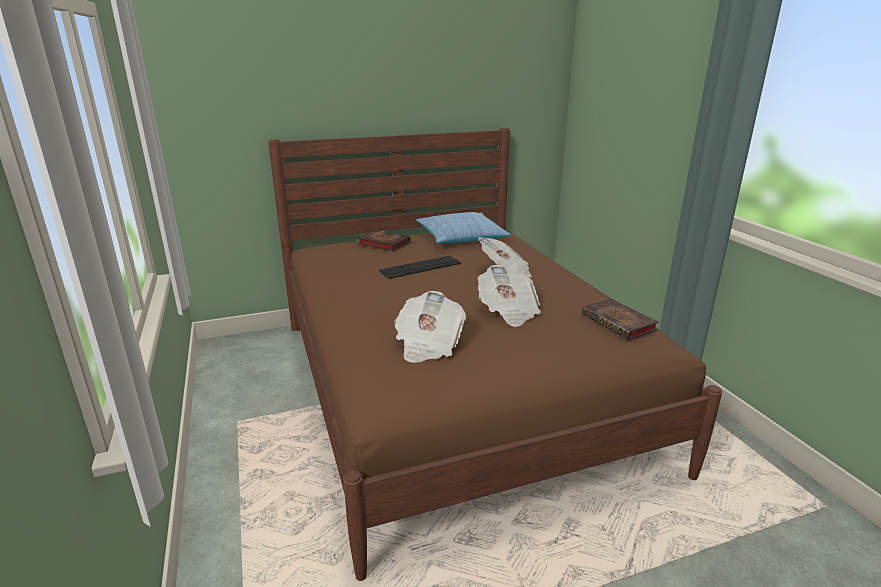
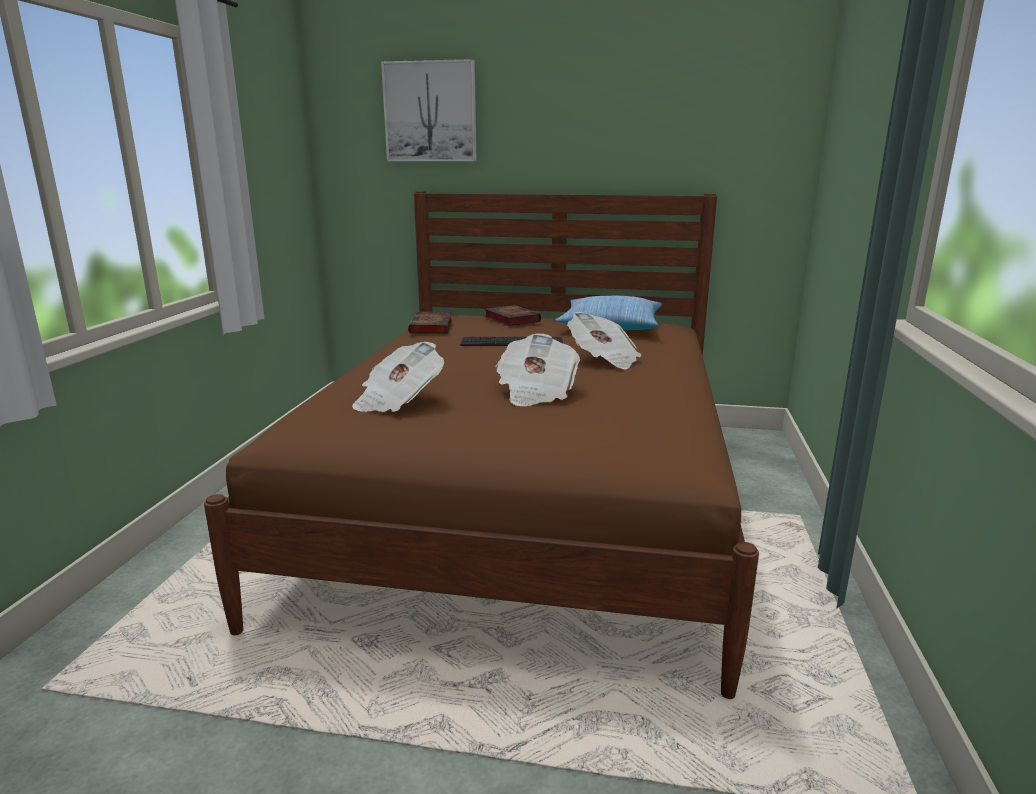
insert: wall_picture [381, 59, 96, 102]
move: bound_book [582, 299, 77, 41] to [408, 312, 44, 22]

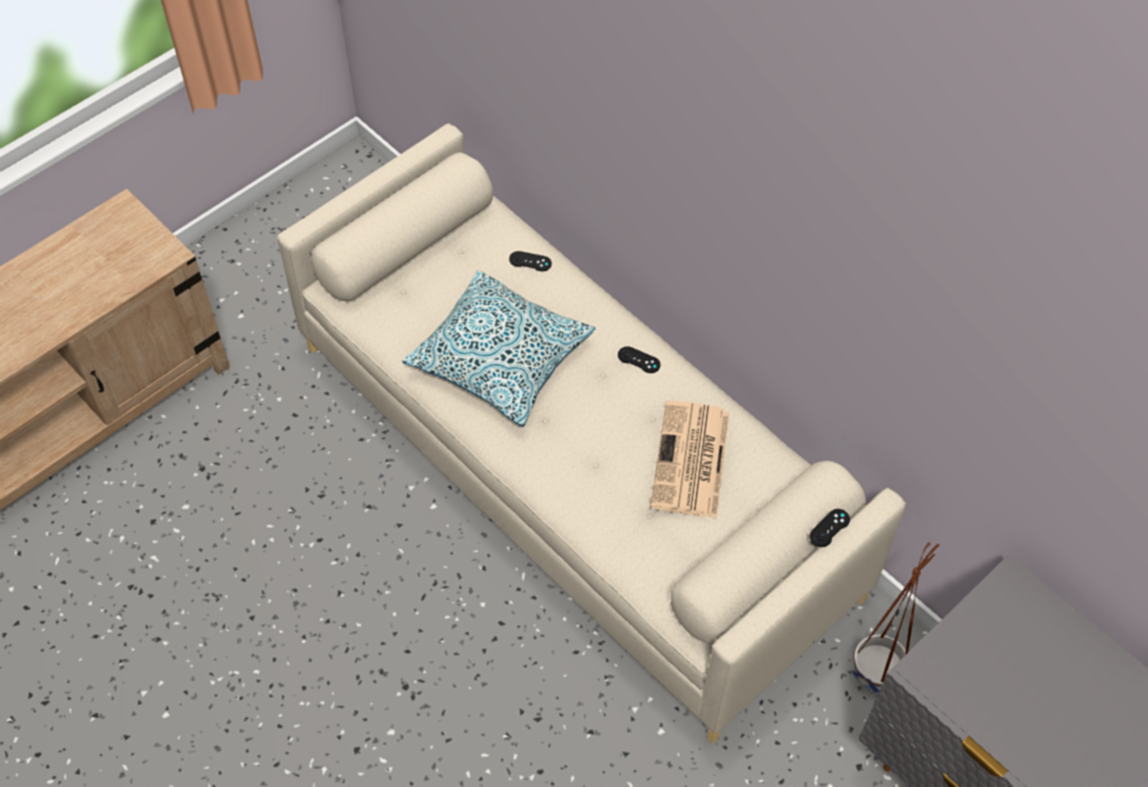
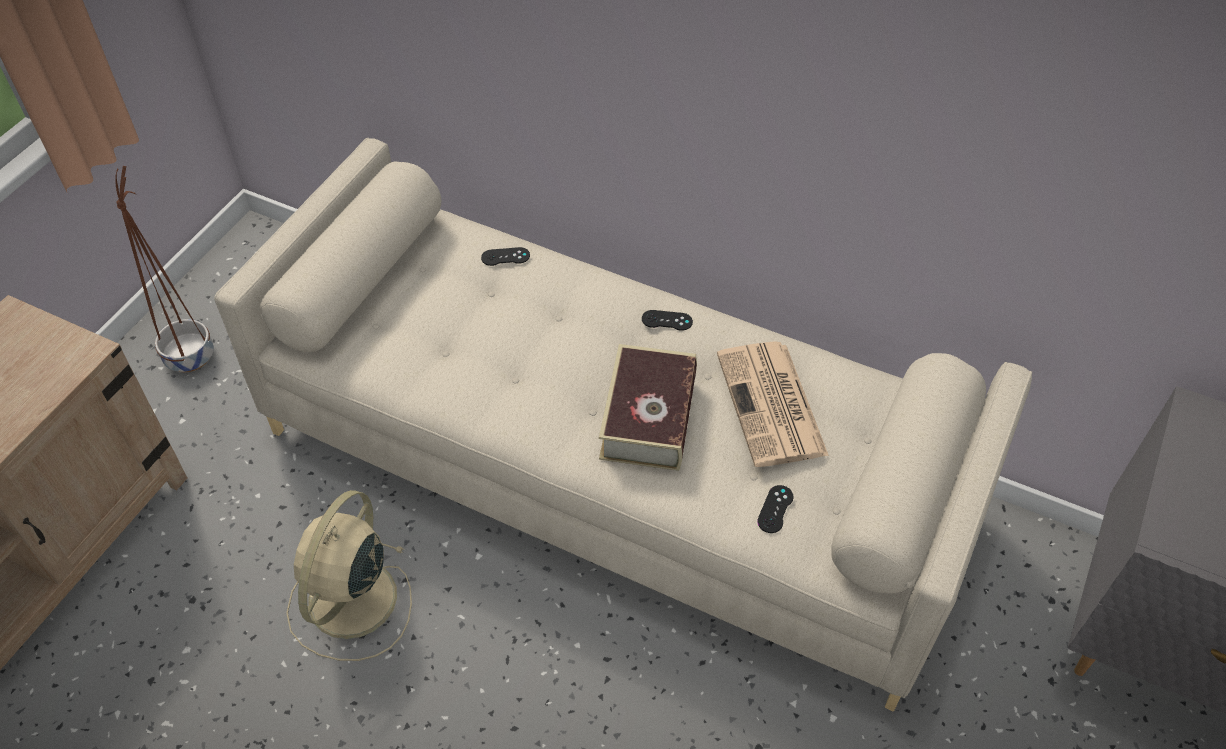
delete: cushion [402, 270, 194, 156]
insert: beige_cooling_fan [286, 490, 126, 171]; bound_book [599, 344, 98, 127]
move: brown_planter [851, 543, 89, 150] to [115, 166, 99, 206]; black-coloured_gamepad [810, 509, 40, 38] to [757, 485, 37, 48]

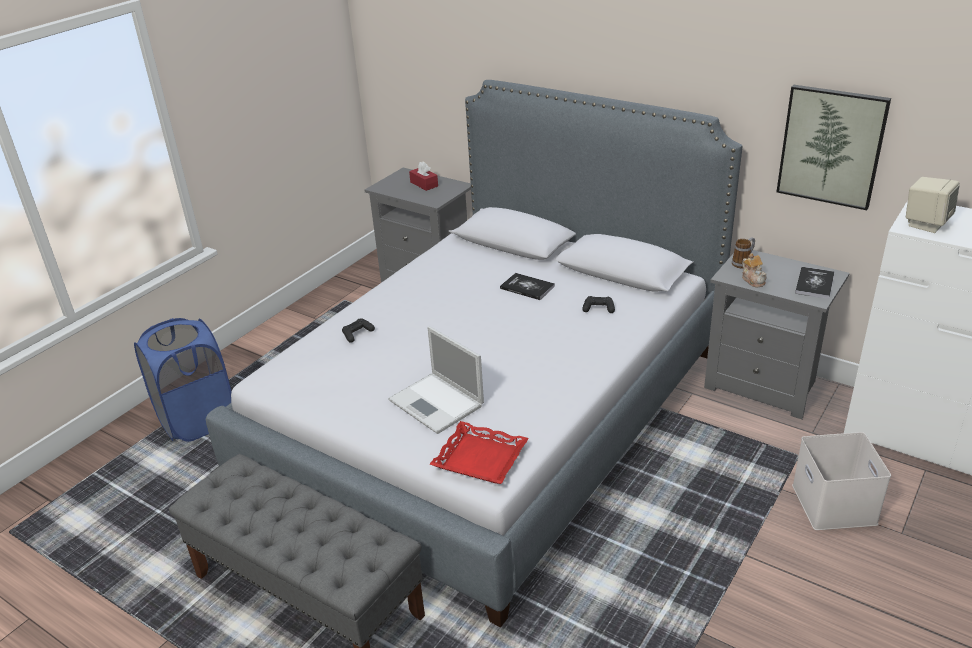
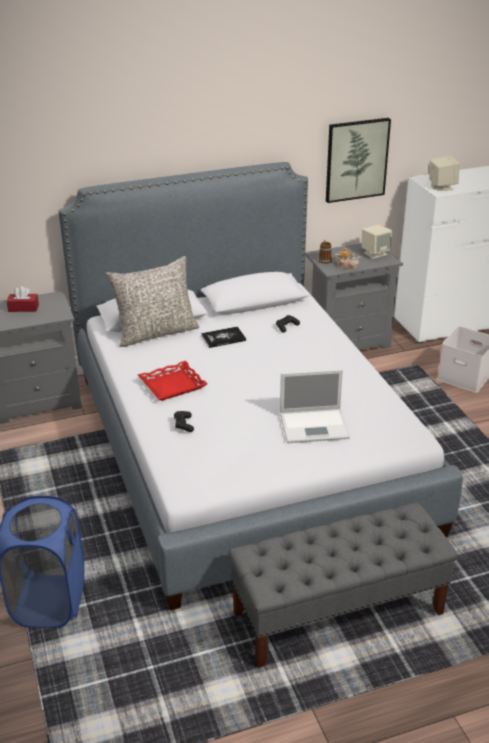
insert: gray_cushion [106, 256, 93, 91]
move: red-coloured_tray [430, 421, 99, 63] to [138, 361, 69, 40]
replace: bound_book [795, 267, 40, 32] to beige_speaker [362, 225, 30, 34]

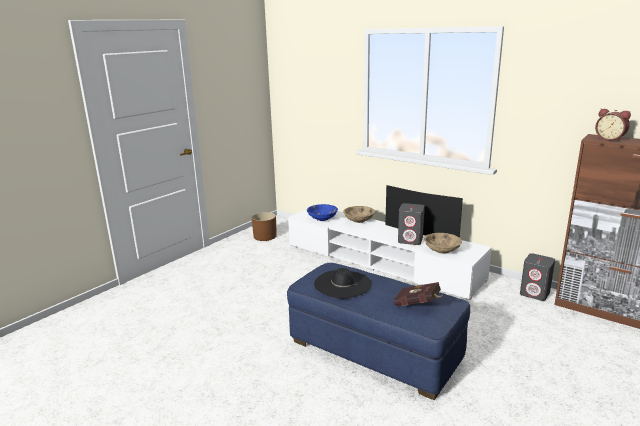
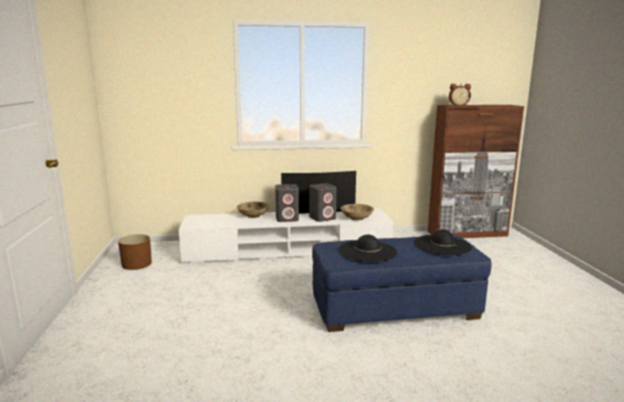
delete: blue-coloured_serving_bowl [307, 204, 31, 17]
move: gray_speaker [520, 253, 35, 48] to [275, 184, 24, 38]
replace: red-coloured_bound_book [394, 282, 47, 24] to black-coloured_wearable_hat [414, 229, 58, 27]

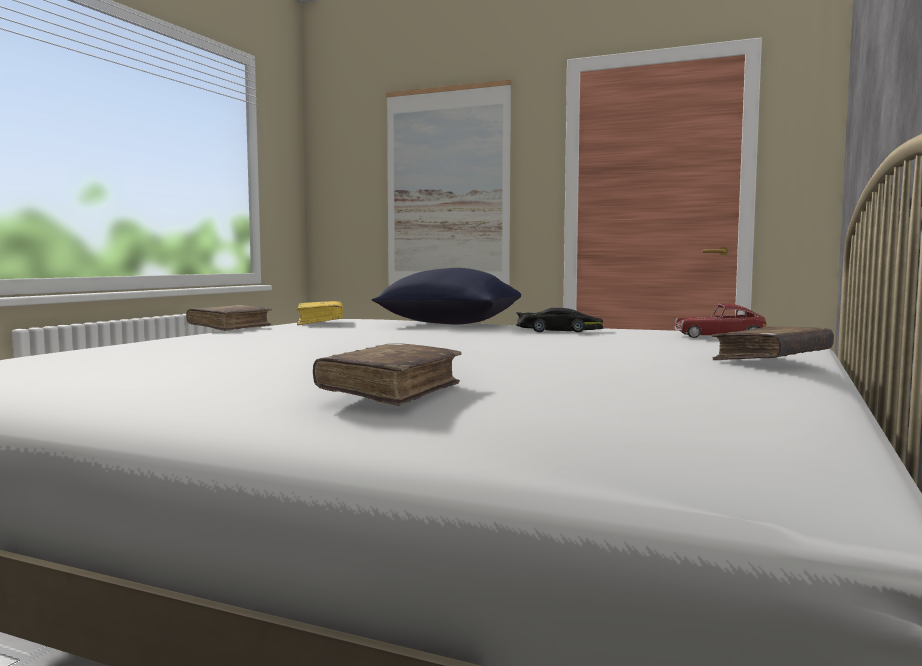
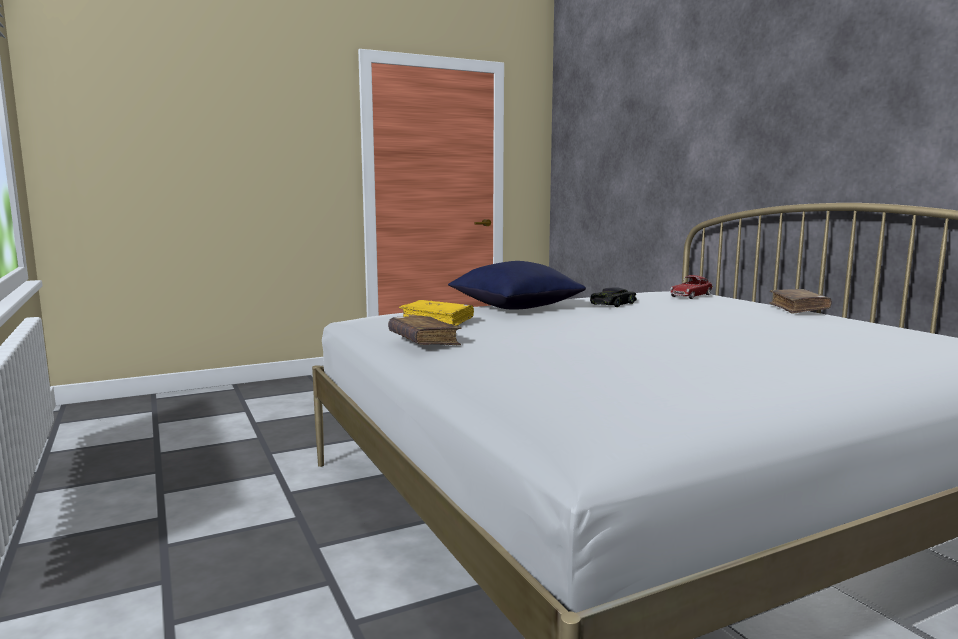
delete: brown_bound_book [313, 343, 149, 63]; wall_picture [386, 80, 125, 206]

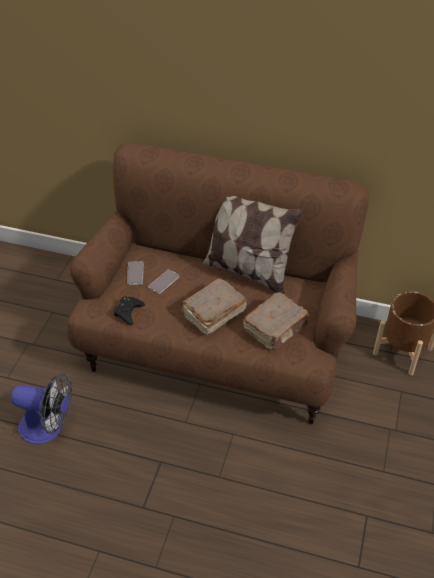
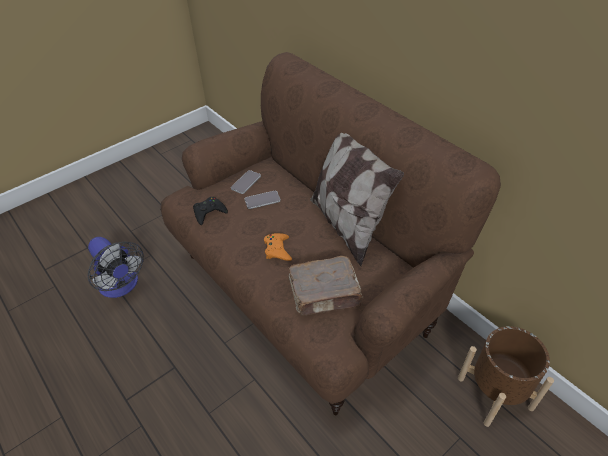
replace: brown_bound_book [180, 278, 67, 58] to orangey_gamepad [264, 233, 28, 28]

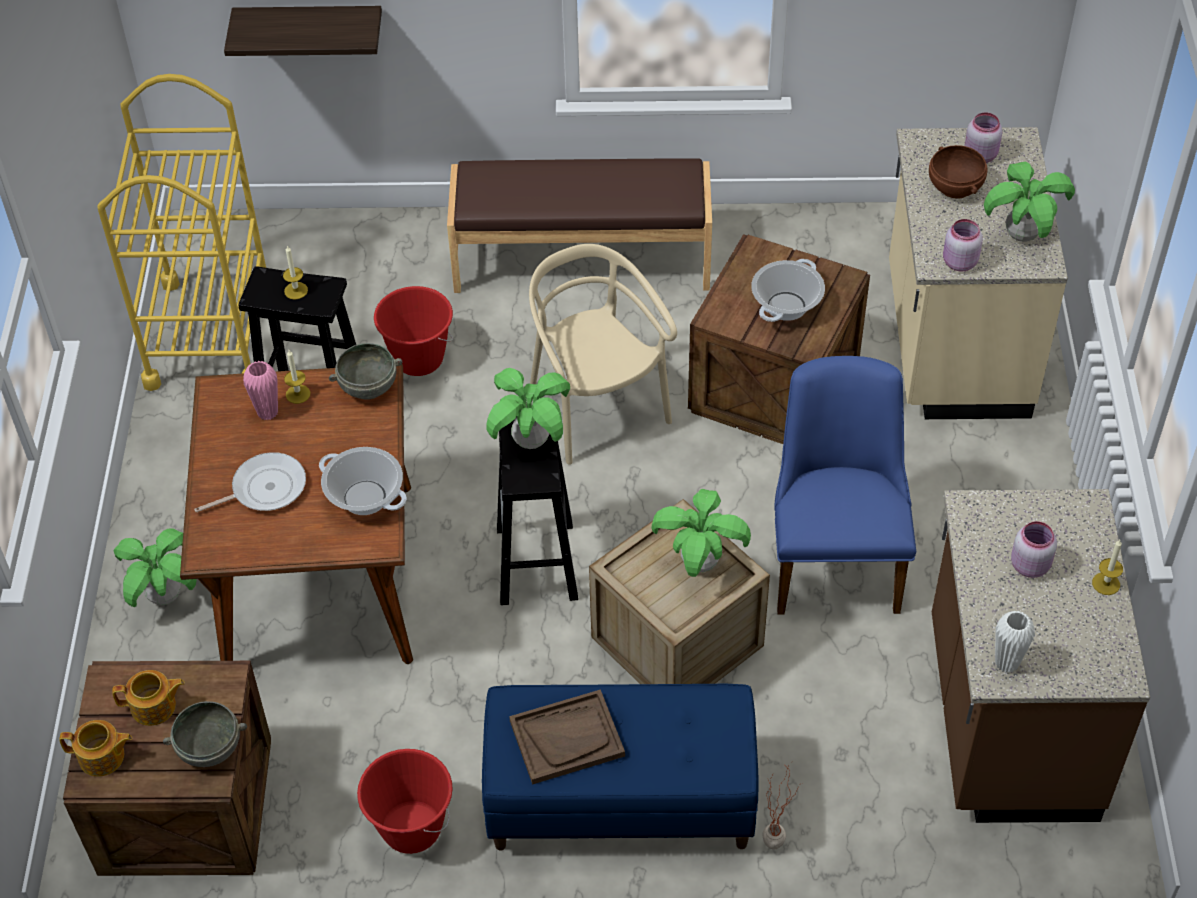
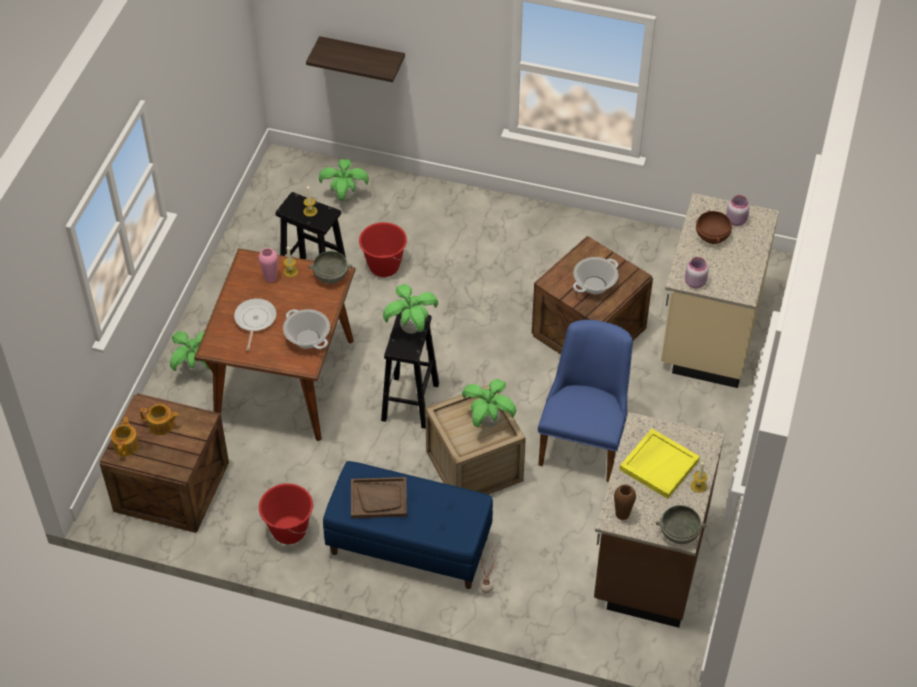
delete: yellow_wheeled_cart [97, 74, 169, 317]; brown_bench [447, 158, 265, 135]; beige_plain_chair [529, 244, 148, 221]
move: plant_in_a_pot [984, 162, 91, 80] to [319, 159, 50, 43]; gray_serving_bowl [163, 701, 84, 66] to [656, 505, 50, 39]
replace: pink-coloured_preserve_jar [1011, 521, 46, 57] to yellow_tray [620, 429, 80, 70]
recolor: whitish_vase [995, 611, 40, 62] to brown_vase [614, 484, 22, 36]
rotate: pot_for_tea [59, 720, 73, 57] = [111, 417, 28, 39] 105 degrees counterclockwise; frying_pan [194, 452, 112, 60] = [234, 298, 43, 53] 75 degrees counterclockwise

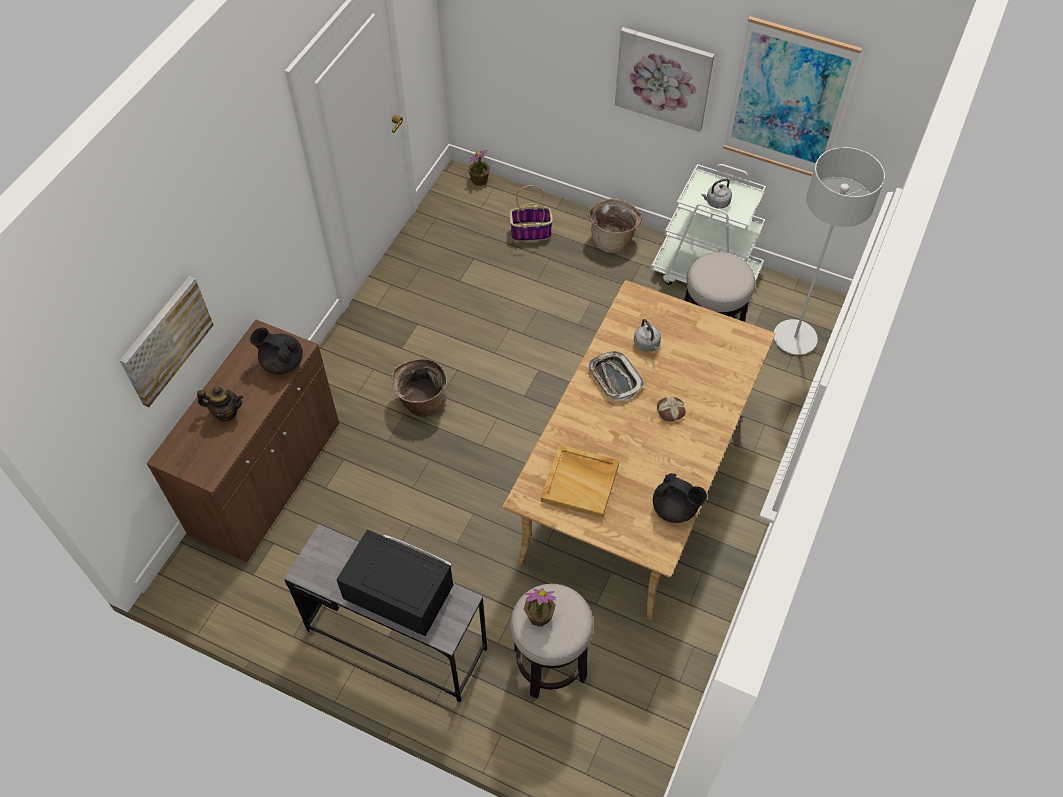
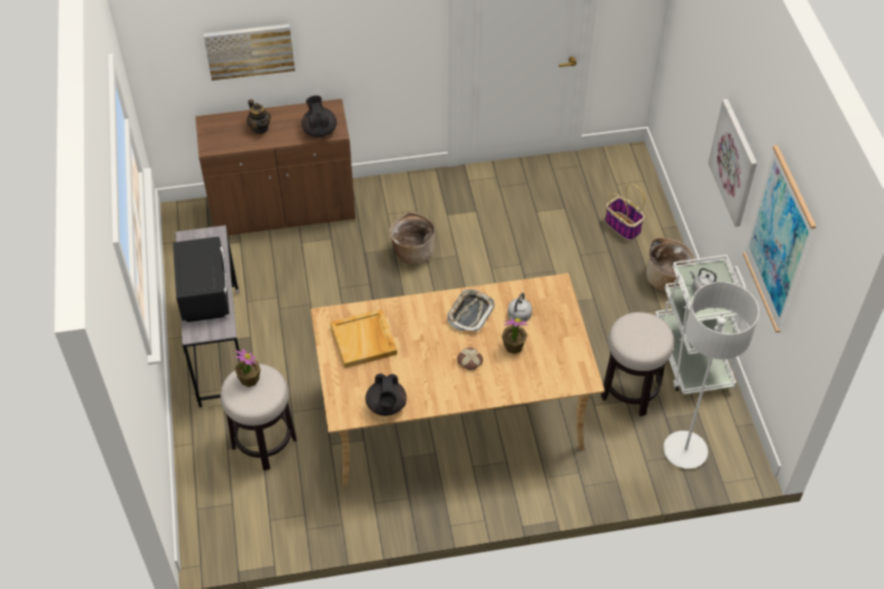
move: plant_in_a_pot [468, 150, 22, 36] to [502, 318, 26, 36]

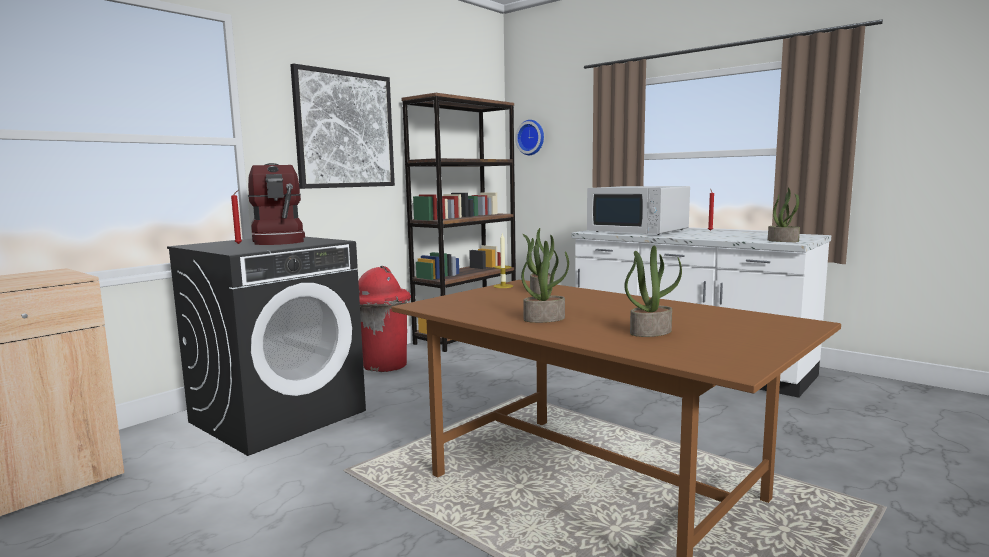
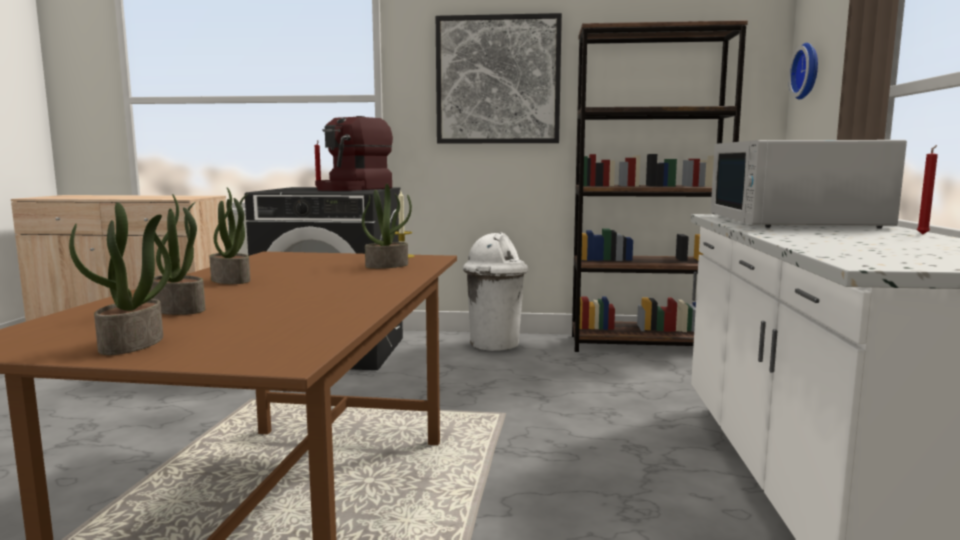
move: plant_in_a_pot [768, 187, 32, 55] to [69, 202, 102, 153]
recolor: red-coloured_trash_can [358, 266, 53, 106] to whitish_trash_can [463, 232, 65, 119]

